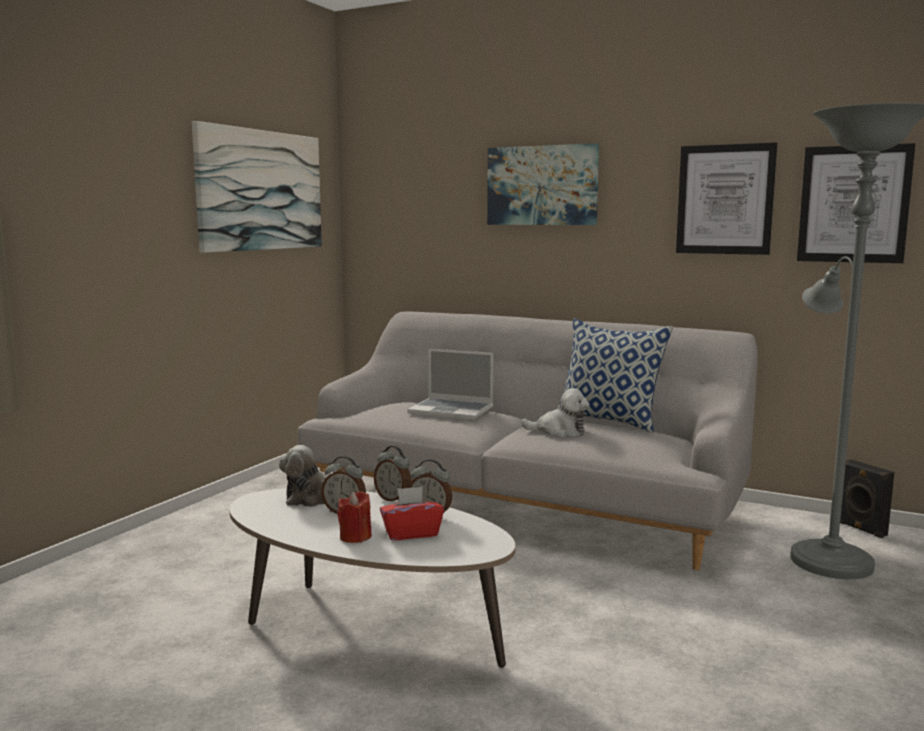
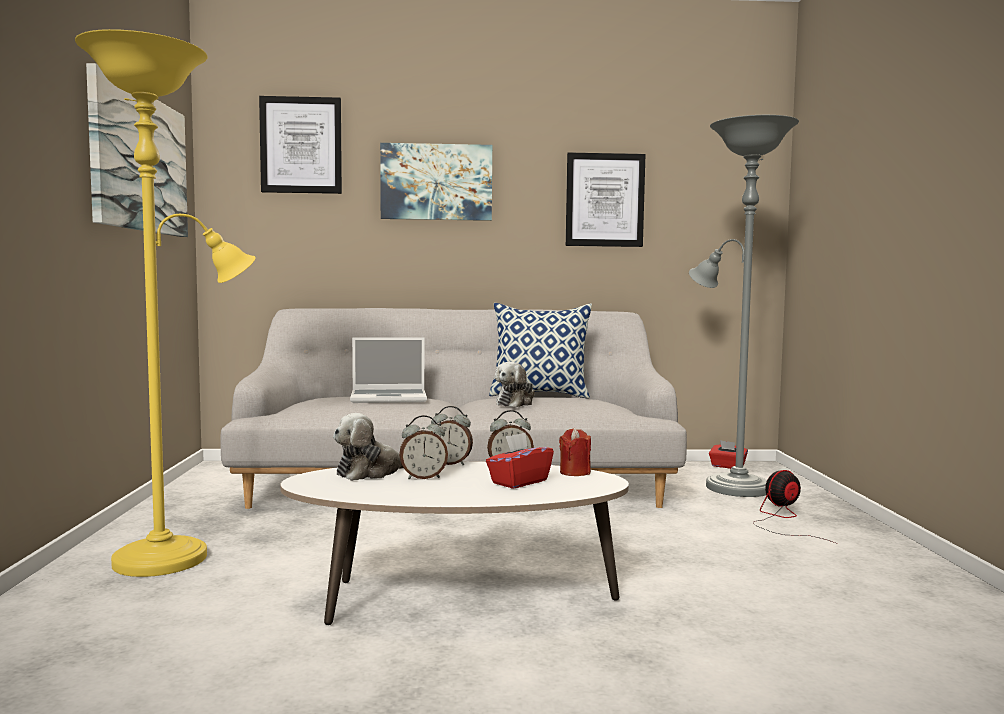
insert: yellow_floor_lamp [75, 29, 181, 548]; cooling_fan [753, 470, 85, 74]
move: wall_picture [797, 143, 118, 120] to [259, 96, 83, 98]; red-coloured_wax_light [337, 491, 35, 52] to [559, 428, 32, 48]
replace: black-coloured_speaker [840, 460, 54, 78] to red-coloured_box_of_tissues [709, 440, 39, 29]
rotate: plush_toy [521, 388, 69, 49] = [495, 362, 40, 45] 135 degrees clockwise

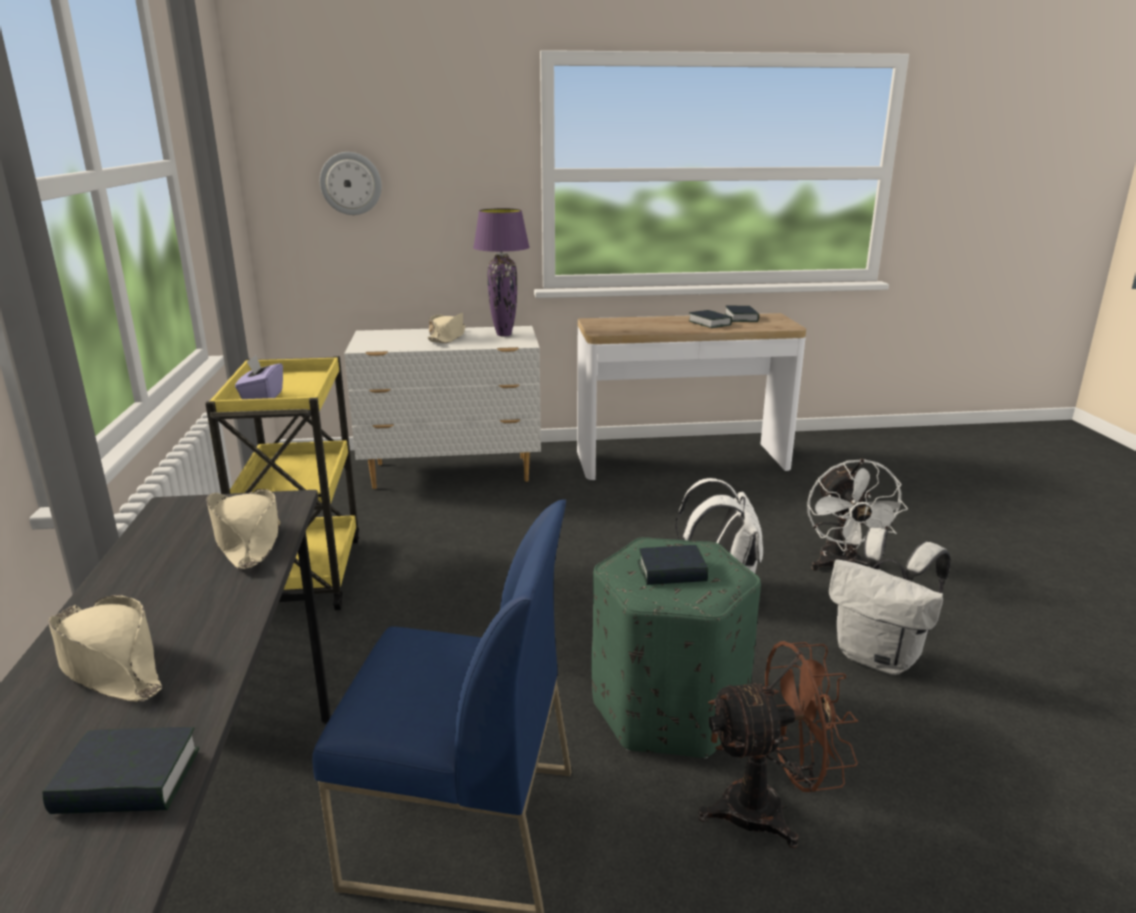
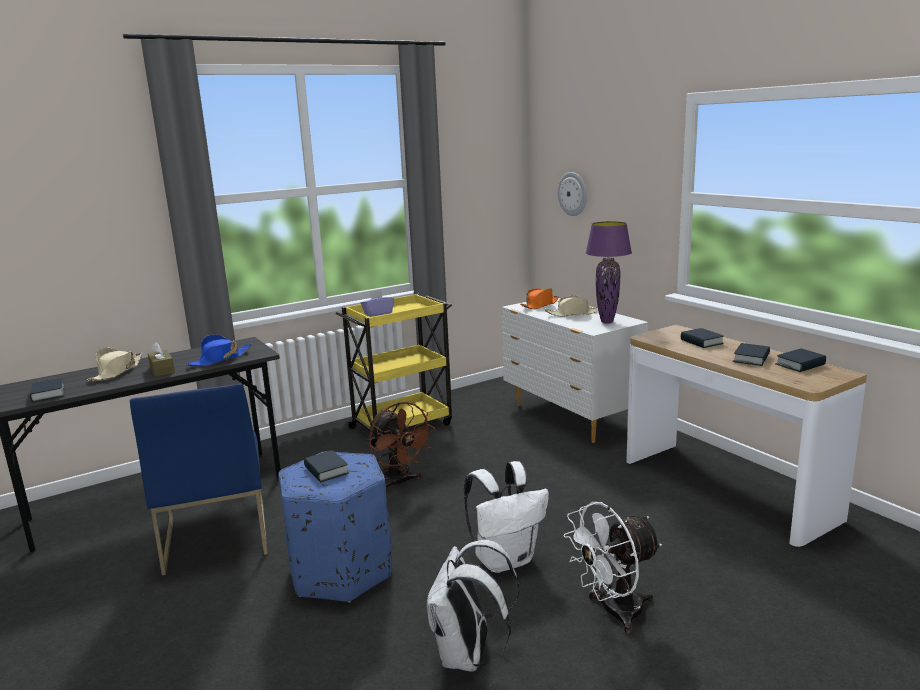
insert: brown_box_of_tissues [148, 342, 27, 35]; orangey_wearable_hat [520, 288, 39, 21]; bound_book [681, 328, 43, 20]
move: brown_cooling_fan [698, 641, 160, 207] to [369, 402, 66, 86]
recolor: beige_wearable_hat [206, 489, 75, 80] to blue-coloured_wearable_hat [185, 334, 66, 32]; greenish_ottoman [591, 537, 170, 222] to blue-coloured_ottoman [278, 451, 114, 152]

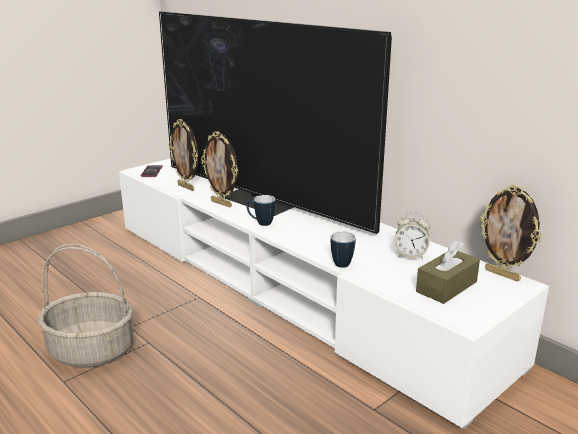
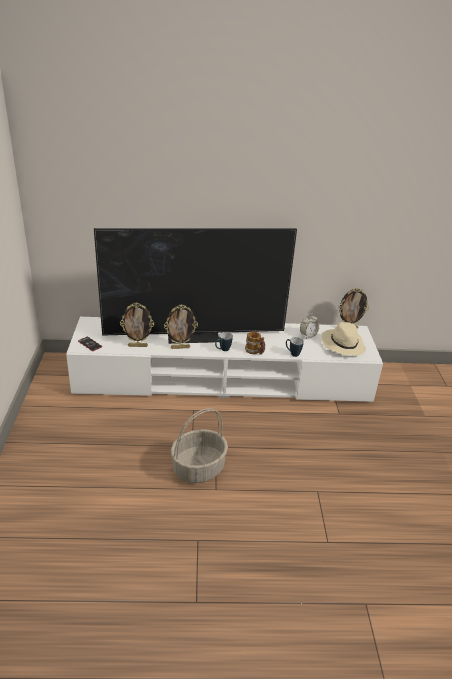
insert: coffee_mug [245, 331, 20, 24]
replace: brown_box_of_tissues [416, 240, 64, 64] to beige_wearable_hat [322, 322, 44, 34]

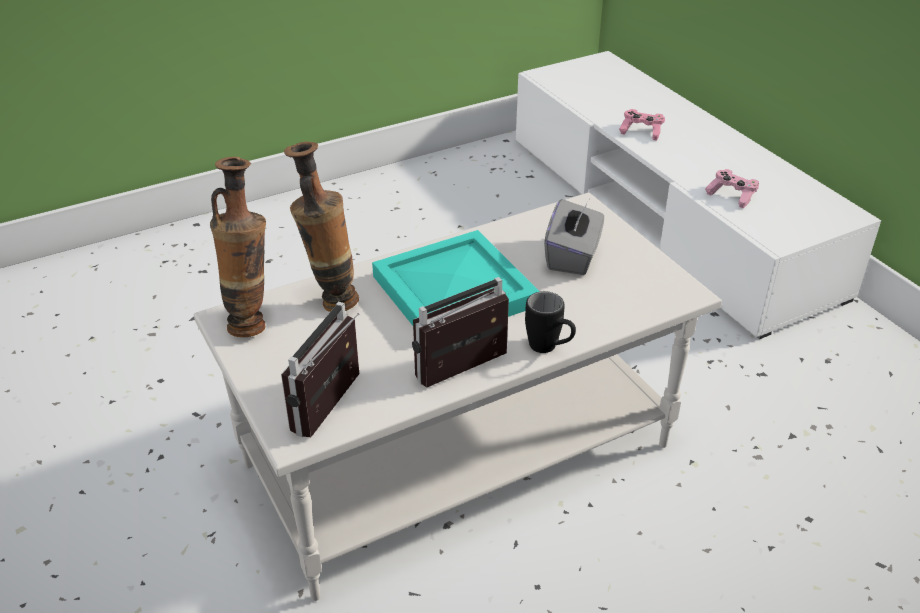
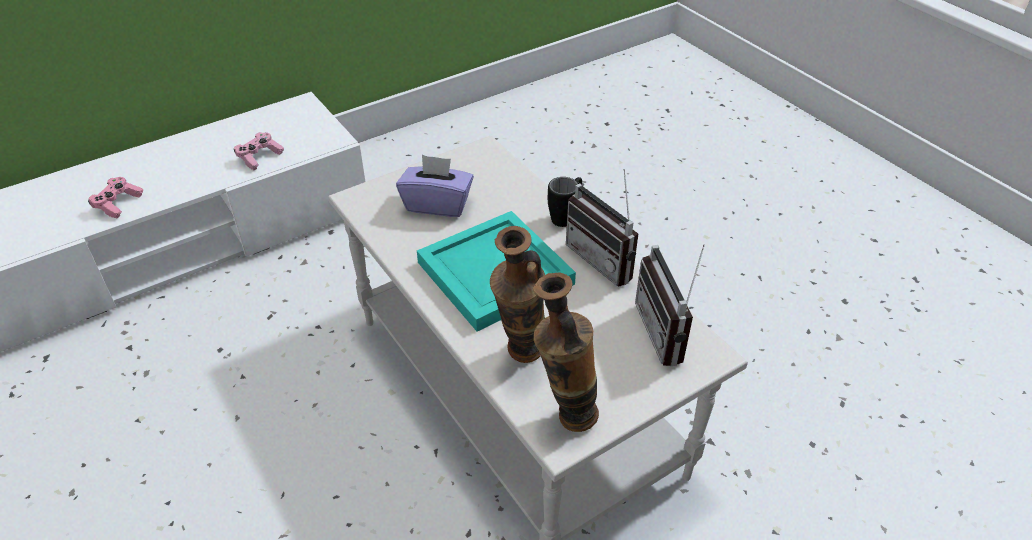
recolor: gray_box_of_tissues [544, 199, 60, 76] to purple_box_of_tissues [396, 155, 78, 62]
rotate: radio_set [281, 301, 78, 136] = [635, 244, 70, 122] 60 degrees clockwise

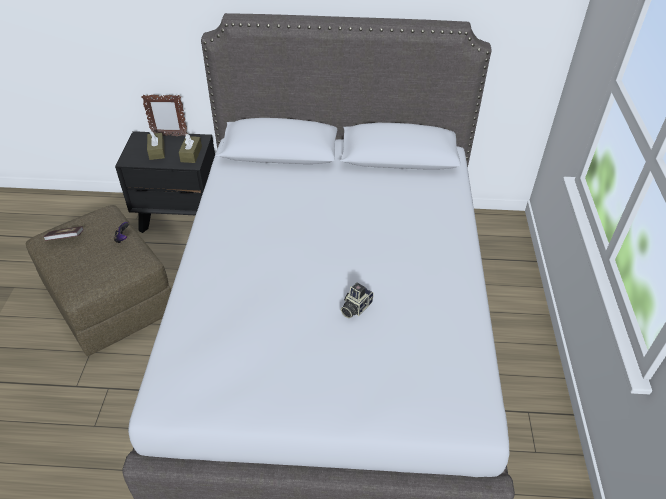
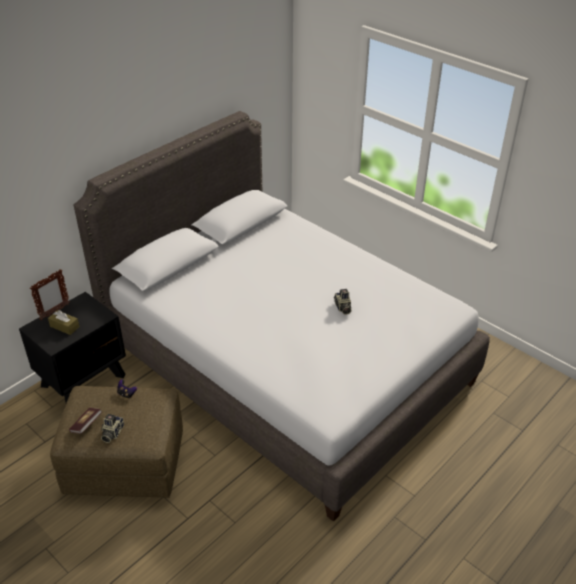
delete: brown_box_of_tissues [179, 134, 23, 29]
insert: still_camera [101, 414, 23, 29]

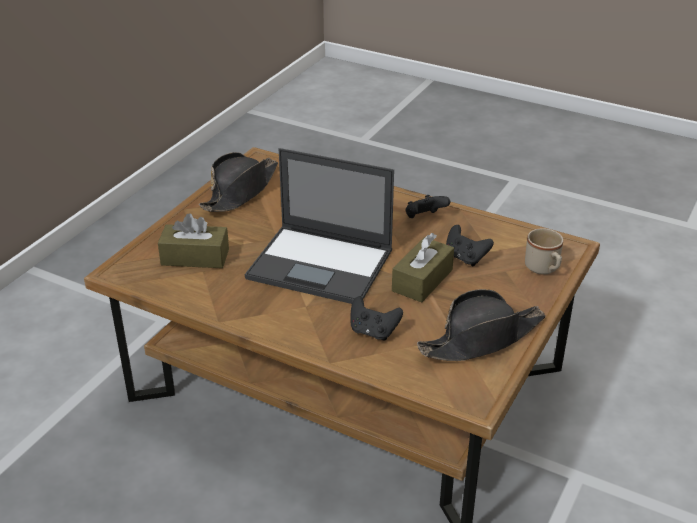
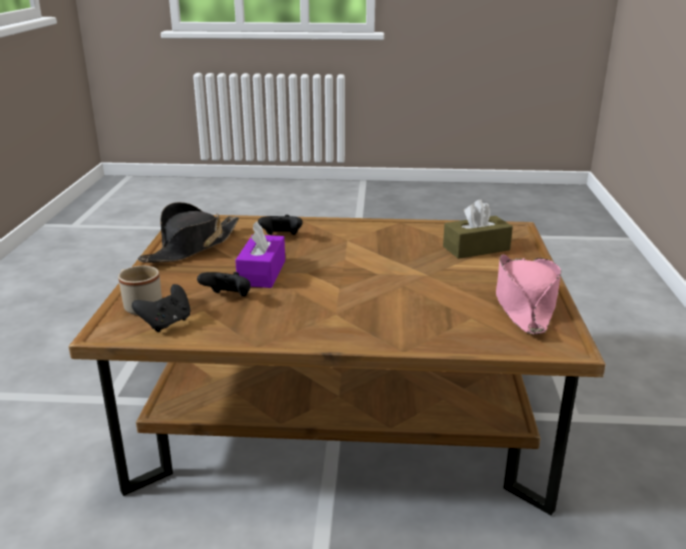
delete: notebook_computer [245, 148, 149, 156]
move: black-coloured_gamepad [405, 195, 45, 23] to [132, 284, 59, 48]
recolor: brown_box_of_tissues [392, 233, 62, 70] to purple_box_of_tissues [235, 221, 50, 67]; black-coloured_wearable_hat [199, 152, 79, 60] to pink-coloured_wearable_hat [496, 254, 65, 80]

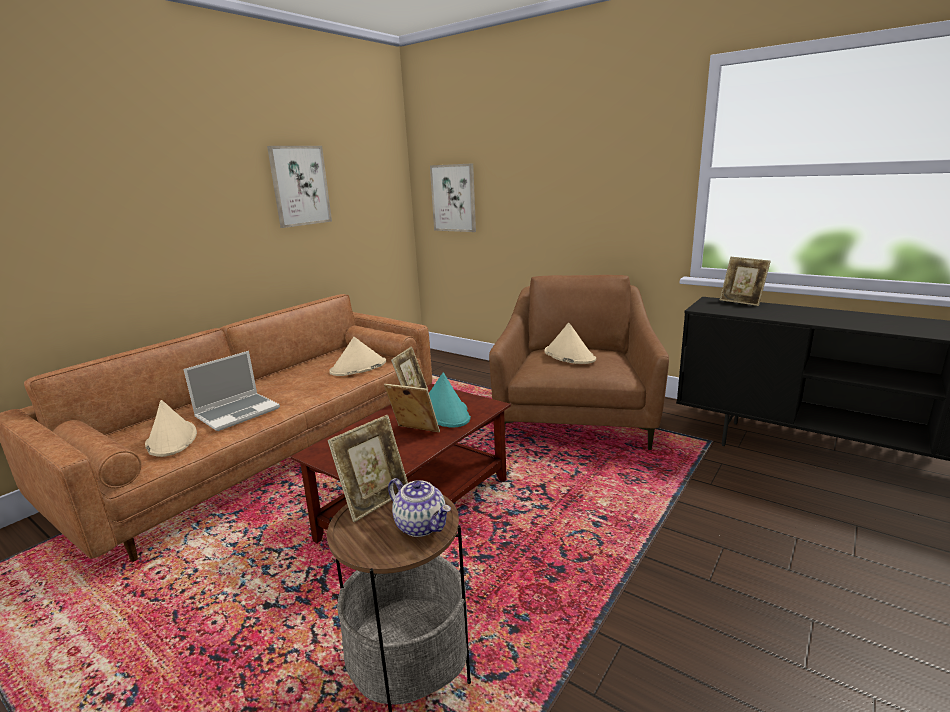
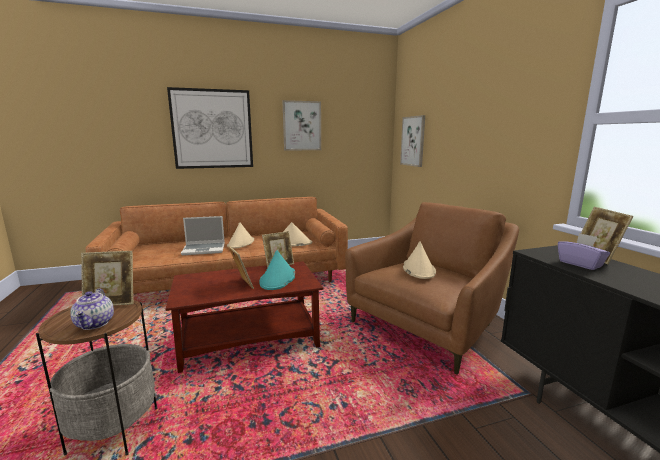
insert: wall_picture [167, 87, 86, 82]; purple_box_of_tissues [558, 233, 52, 37]
move: beige_wearable_hat [145, 400, 52, 57] to [227, 222, 27, 27]

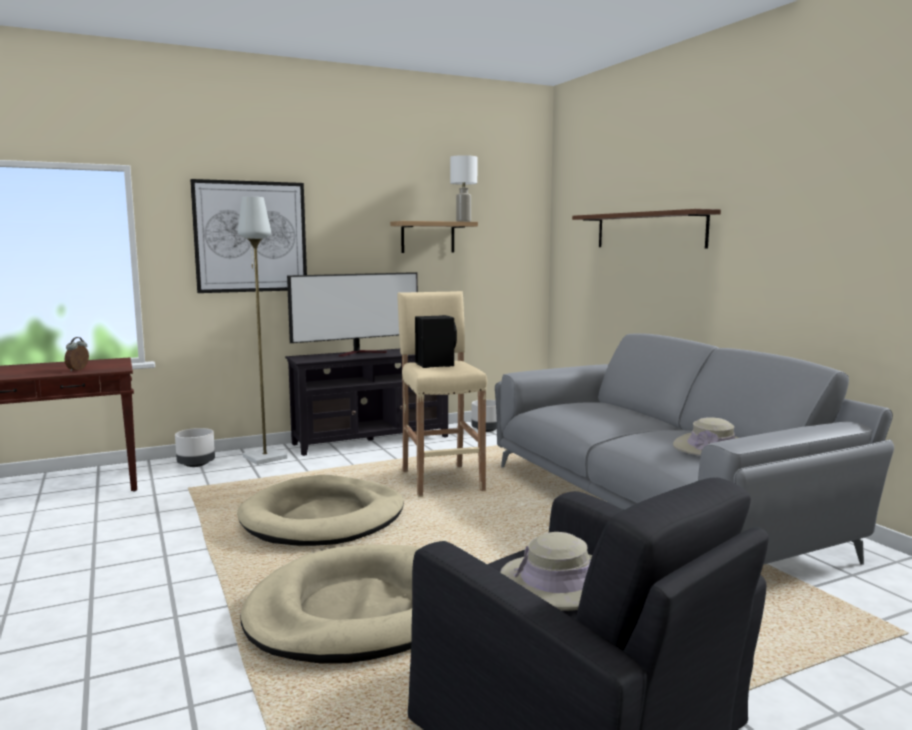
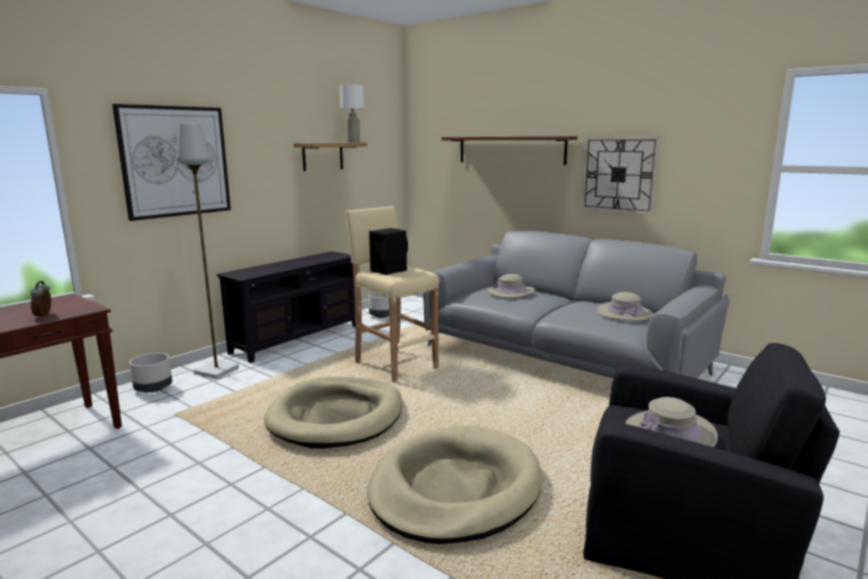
delete: TV [287, 272, 131, 85]
insert: beige_wearable_hat [487, 274, 48, 24]; wall_clock [581, 137, 79, 78]

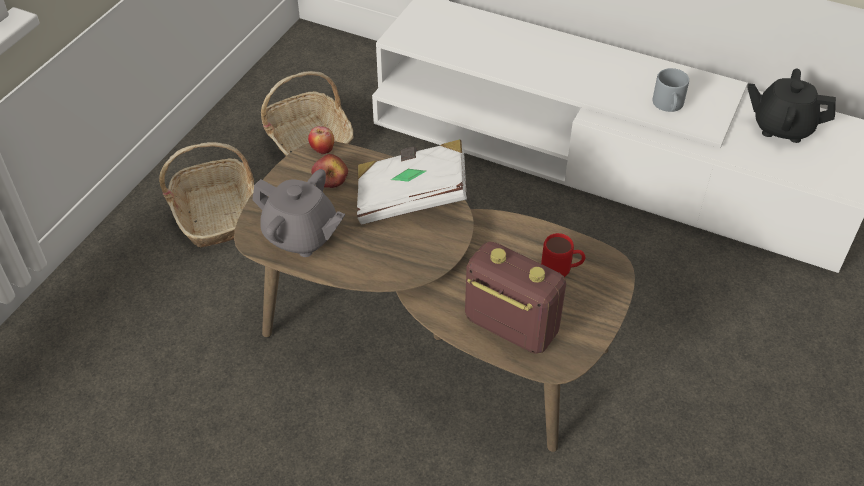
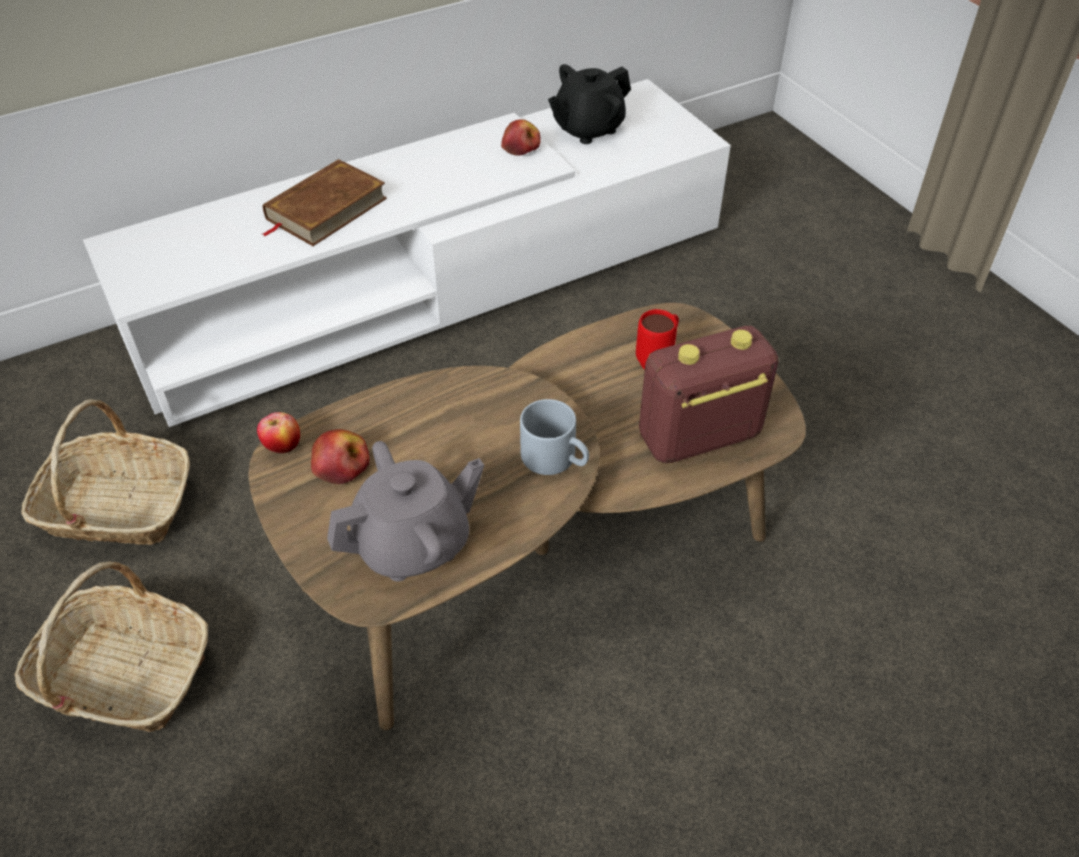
delete: whitish_bound_book [357, 139, 110, 85]
insert: brown_bound_book [263, 159, 124, 87]; whole_apple [501, 119, 40, 37]
move: gray_coffee_mug [652, 68, 37, 44] to [520, 399, 69, 76]

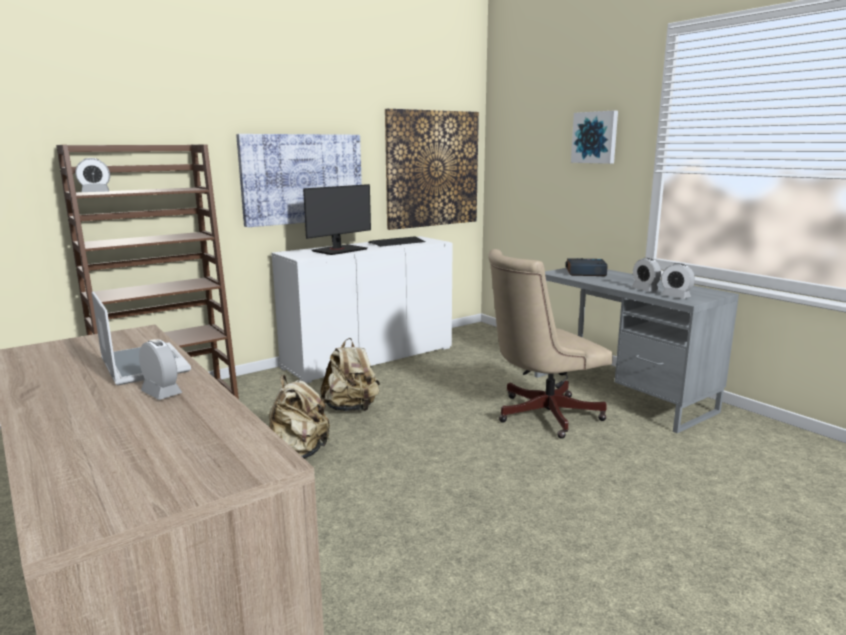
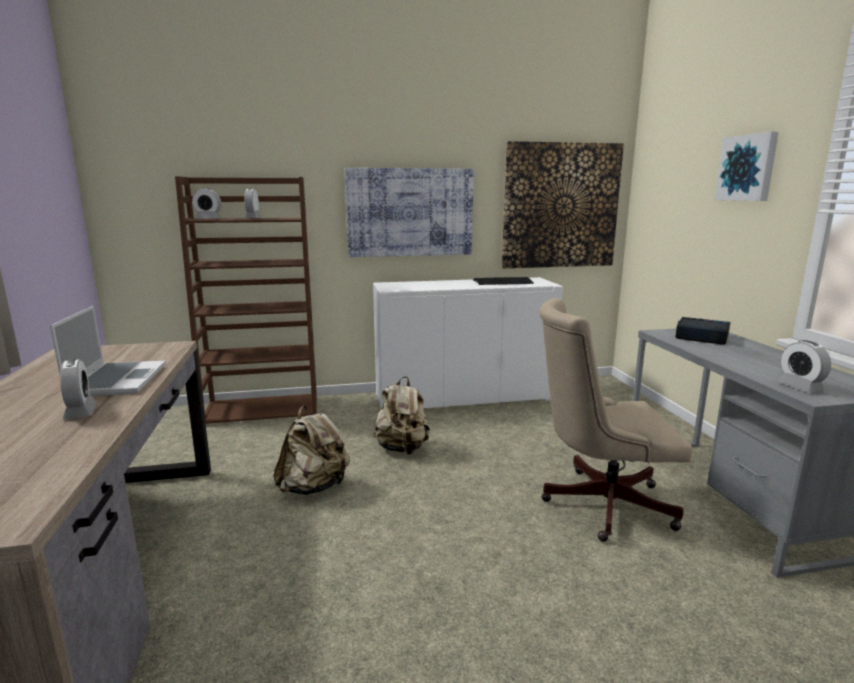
delete: computer_display [303, 184, 68, 71]
move: table_clock [632, 258, 29, 34] to [244, 188, 18, 30]

